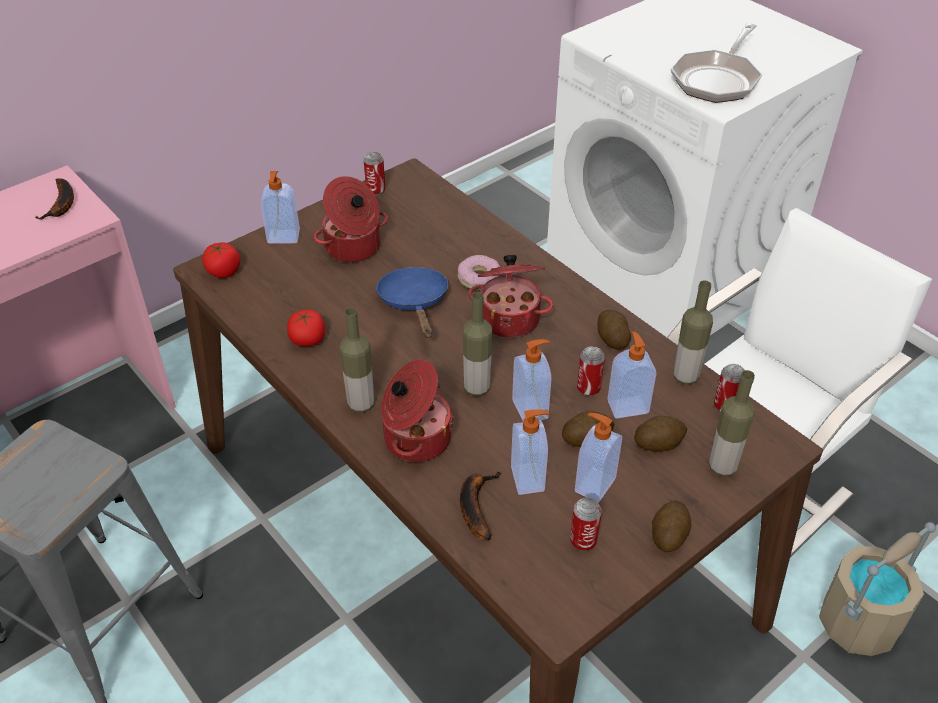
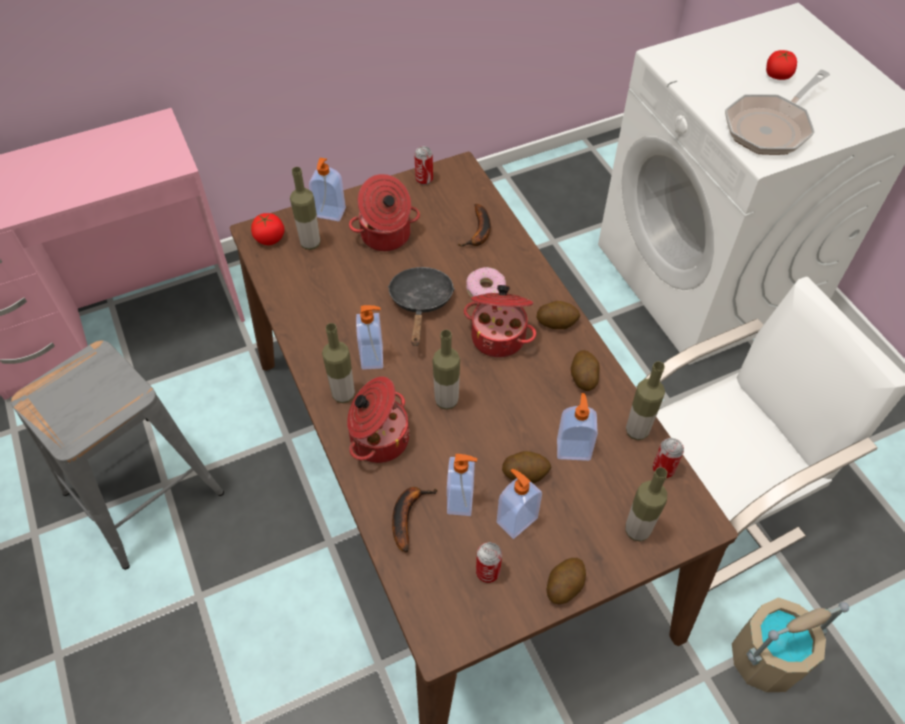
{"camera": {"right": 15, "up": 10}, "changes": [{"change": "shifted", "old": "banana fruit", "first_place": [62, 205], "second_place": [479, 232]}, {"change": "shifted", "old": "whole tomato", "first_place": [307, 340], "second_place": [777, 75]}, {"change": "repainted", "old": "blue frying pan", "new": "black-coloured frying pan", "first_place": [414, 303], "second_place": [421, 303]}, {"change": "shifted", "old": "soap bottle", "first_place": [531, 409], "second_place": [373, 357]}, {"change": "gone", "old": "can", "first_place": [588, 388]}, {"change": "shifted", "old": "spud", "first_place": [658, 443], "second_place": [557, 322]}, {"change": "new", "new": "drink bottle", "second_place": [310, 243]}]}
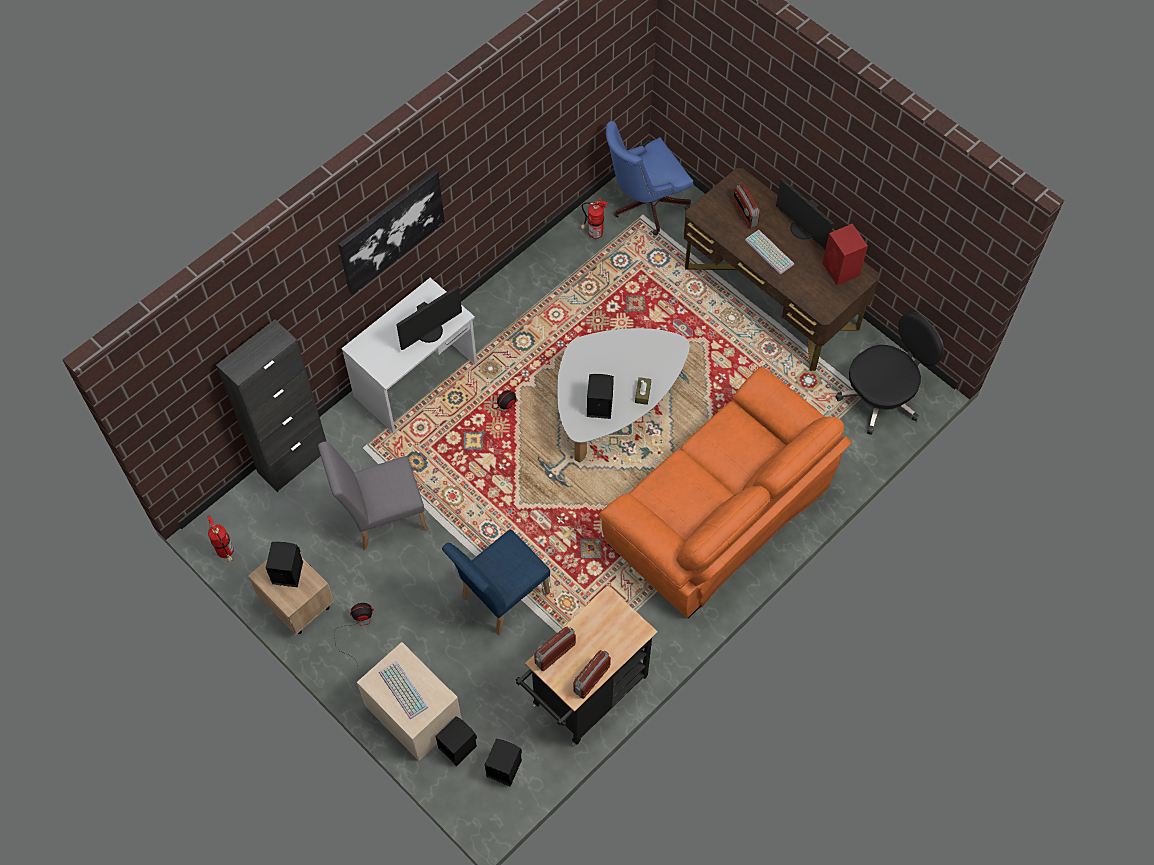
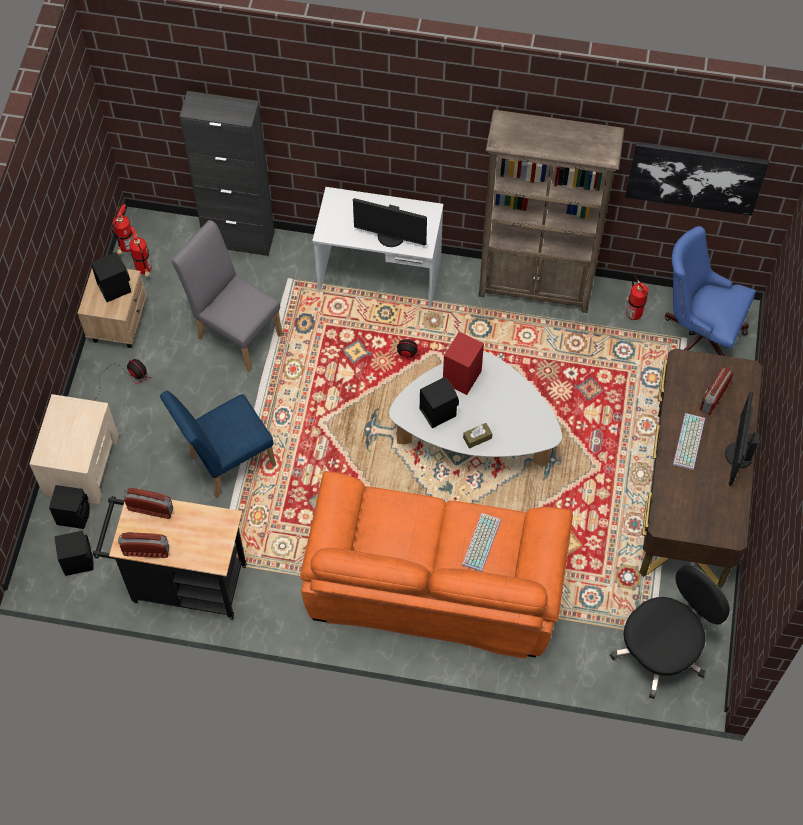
{"camera": {"right": 55, "up": 0}, "changes": [{"change": "shifted", "old": "wall picture", "first_place": [391, 231], "second_place": [695, 177]}, {"change": "shifted", "old": "computer keyboard", "first_place": [402, 689], "second_place": [480, 541]}, {"change": "rotated", "old": "blue upright chair", "first_place": [500, 598], "second_place": [226, 463], "degrees": -45}, {"change": "shifted", "old": "red-coloured loudspeaker", "first_place": [841, 270], "second_place": [461, 378]}, {"change": "rotated", "old": "black-coloured office chair", "first_place": [881, 397], "second_place": [661, 650], "degrees": -60}, {"change": "new", "new": "fire-fighting cylinder", "second_place": [144, 270]}, {"change": "new", "new": "brownish shelving unit", "second_place": [536, 287]}]}
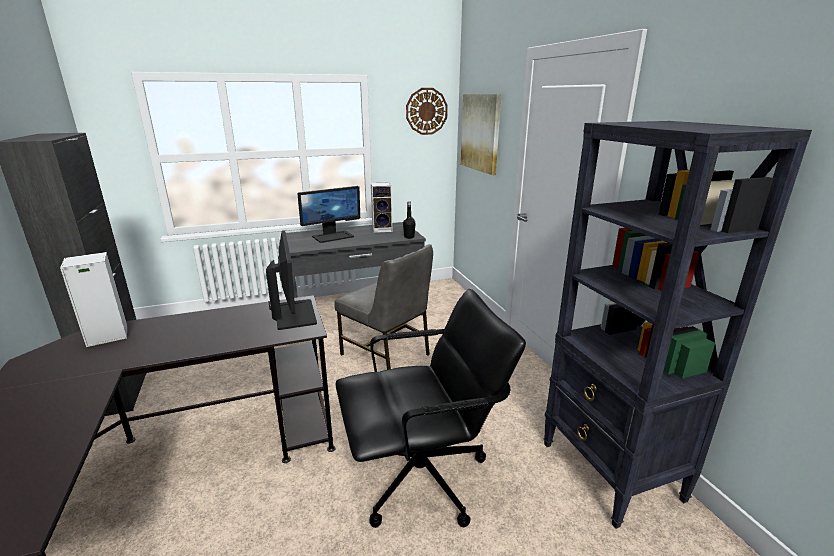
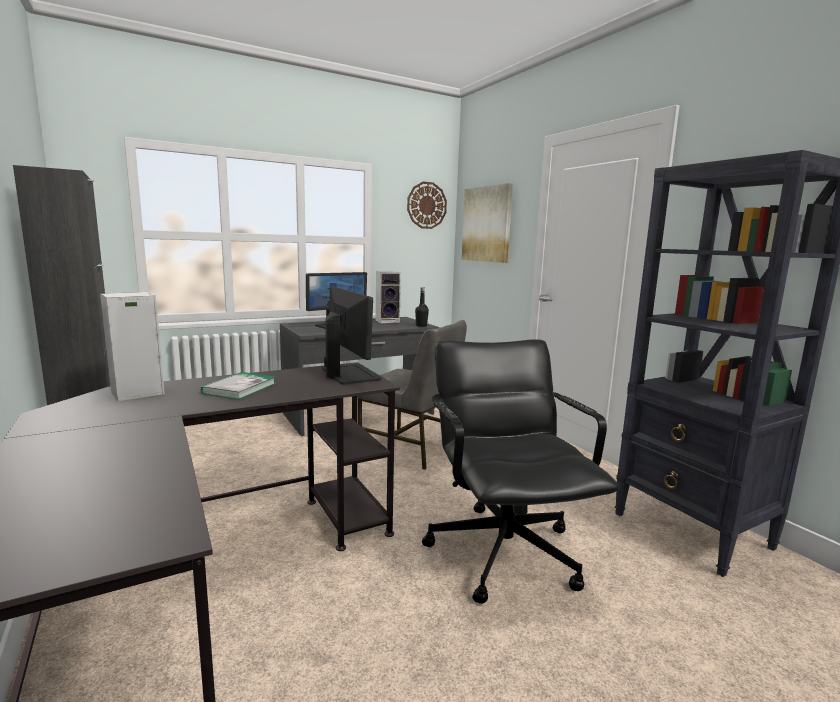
{"camera": {"right": -10, "up": -10}, "changes": [{"change": "rotated", "old": "black-coloured office chair", "first_place": [422, 477], "second_place": [504, 551], "degrees": -75}, {"change": "new", "new": "bound book", "second_place": [240, 388]}]}
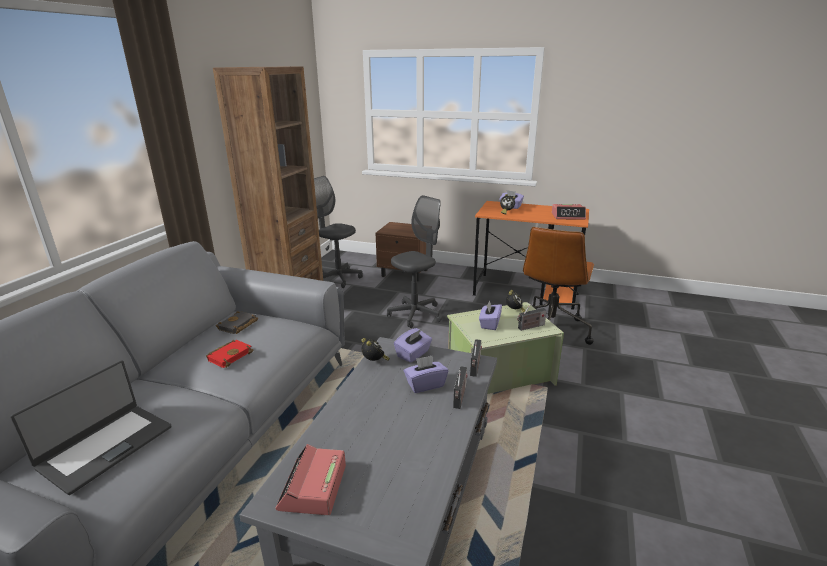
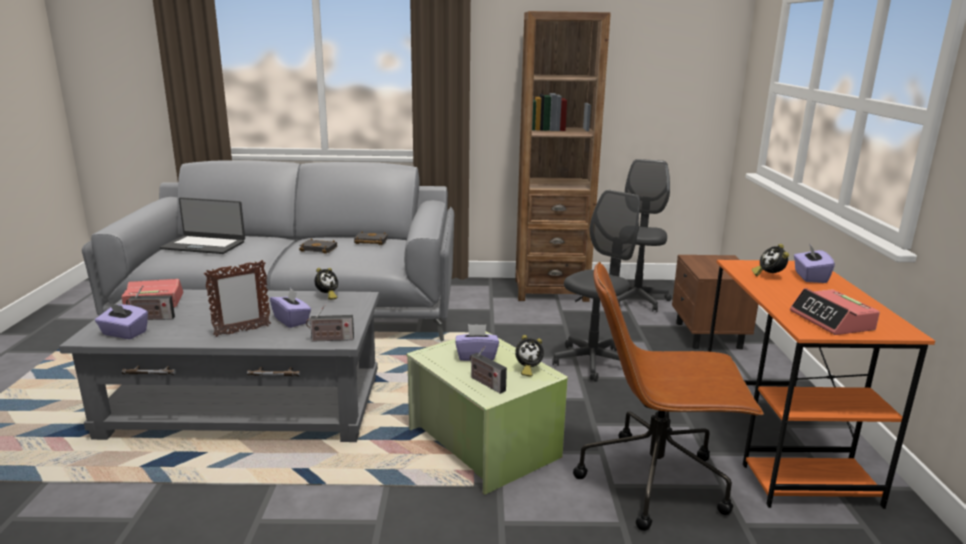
{"camera": {"right": 70, "up": -5}, "changes": [{"change": "repainted", "old": "red-coloured bound book", "new": "black-coloured bound book", "first_place": [230, 355], "second_place": [320, 249]}, {"change": "rotated", "old": "greyish office chair", "first_place": [415, 314], "second_place": [592, 362], "degrees": -75}, {"change": "shifted", "old": "purplish tissue holder", "first_place": [413, 354], "second_place": [124, 333]}, {"change": "shifted", "old": "radio receiver", "first_place": [460, 397], "second_place": [151, 318]}, {"change": "new", "new": "photo frame", "second_place": [242, 331]}]}
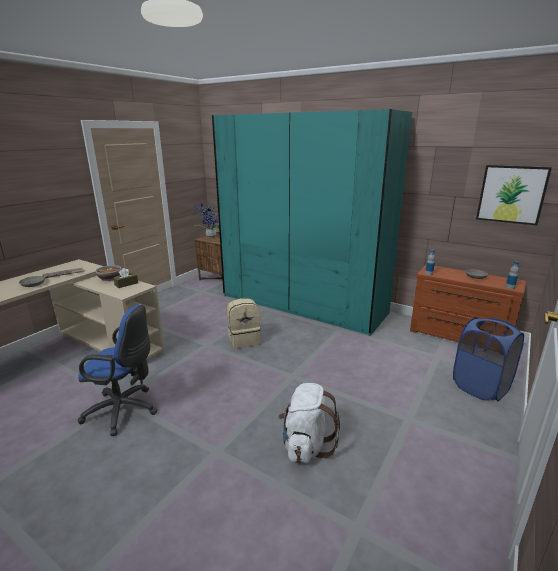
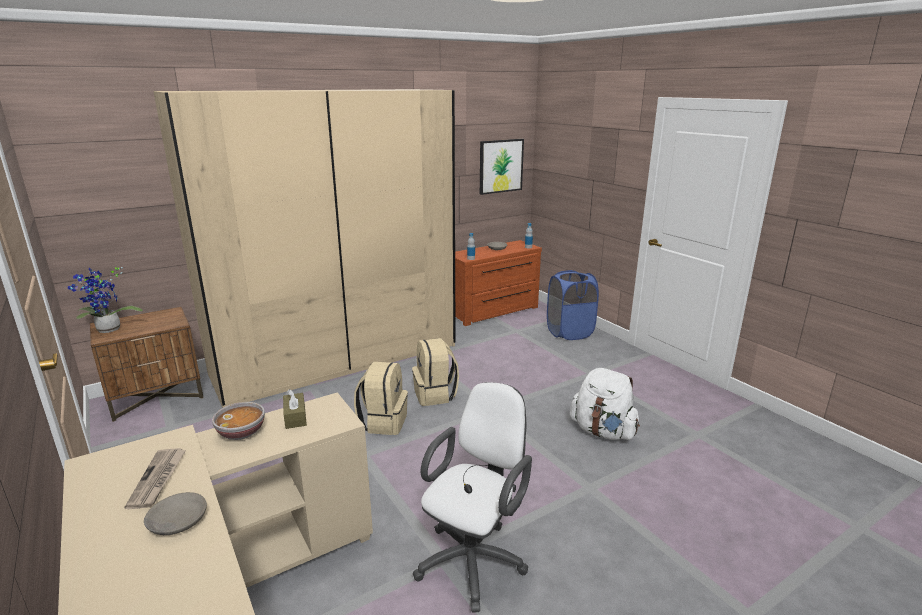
{"camera": {"right": -65, "up": 0}, "changes": [{"change": "repainted", "old": "blue office chair", "new": "whitish office chair", "first_place": [125, 411], "second_place": [474, 558]}, {"change": "repainted", "old": "turquoise armoire", "new": "beige armoire", "first_place": [302, 304], "second_place": [338, 359]}, {"change": "new", "new": "beige rucksack", "second_place": [435, 395]}]}
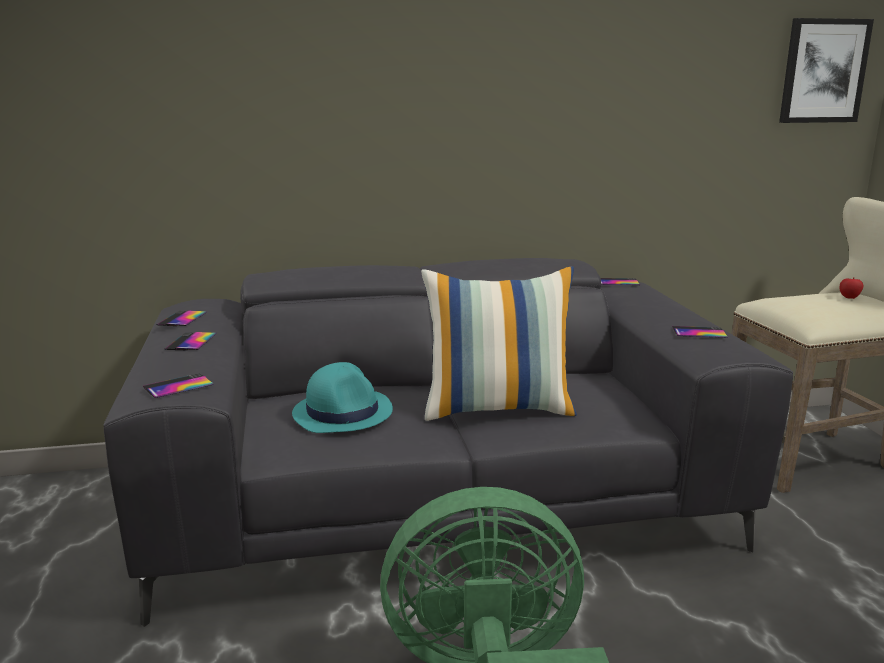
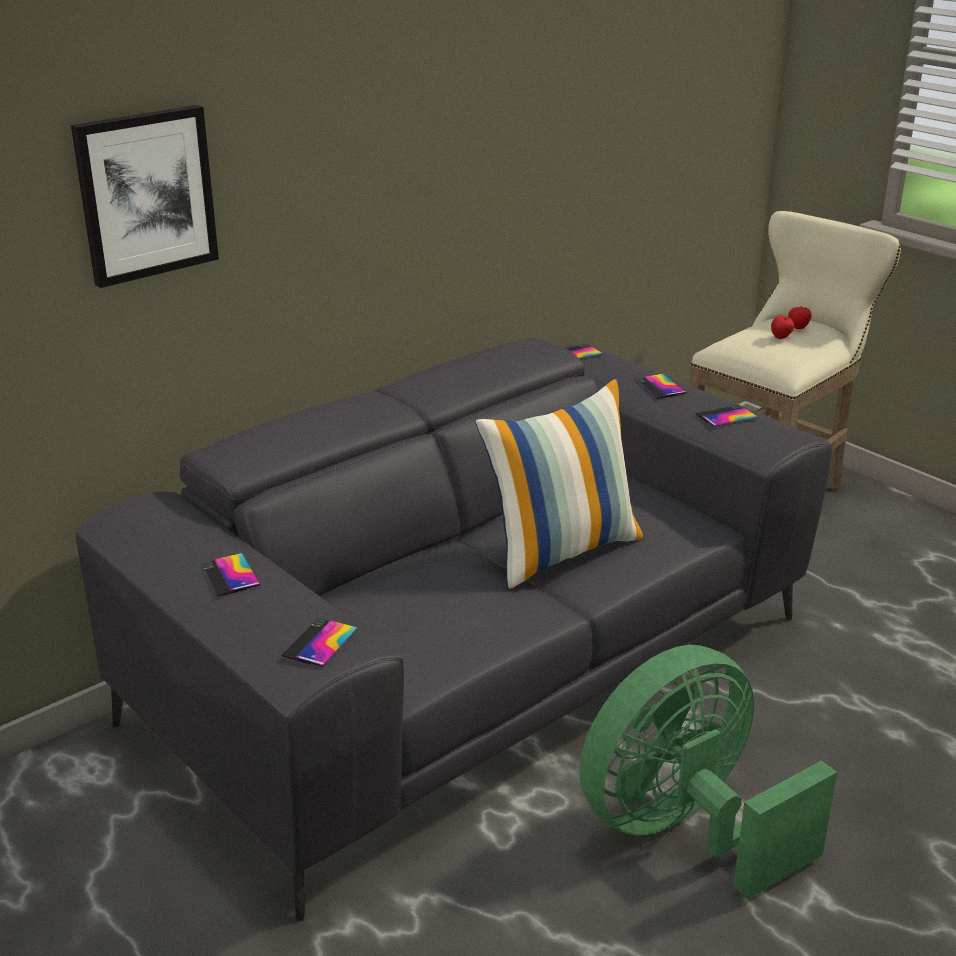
{"camera": {"right": -30, "up": 10}, "changes": [{"change": "shifted", "old": "phone", "first_place": [182, 319], "second_place": [660, 386]}, {"change": "gone", "old": "turquoise wearable hat", "first_place": [343, 412]}, {"change": "shifted", "old": "wall picture", "first_place": [823, 71], "second_place": [146, 194]}, {"change": "new", "new": "apple fruit", "second_place": [781, 338]}]}
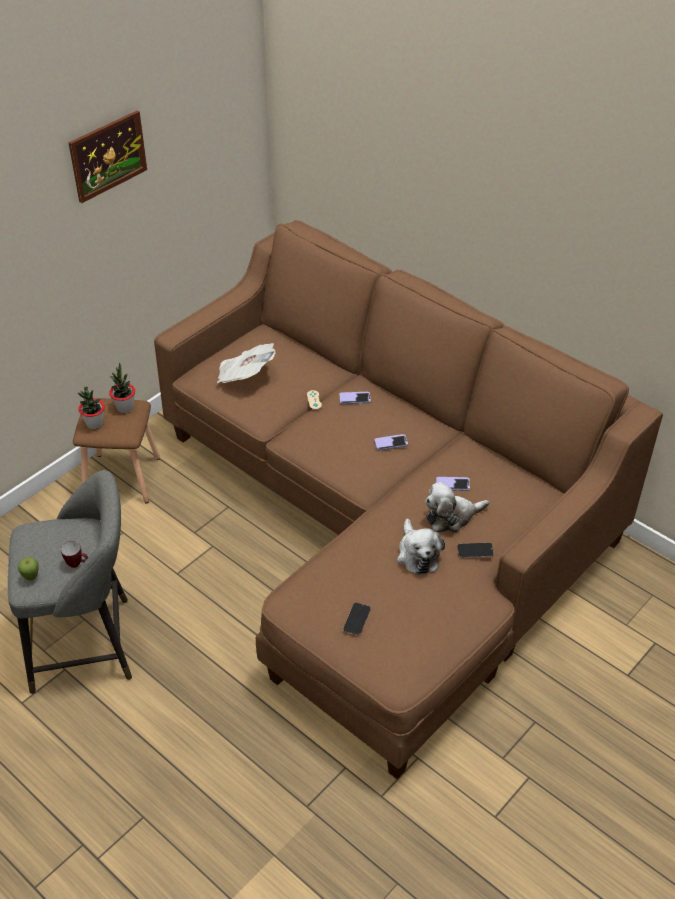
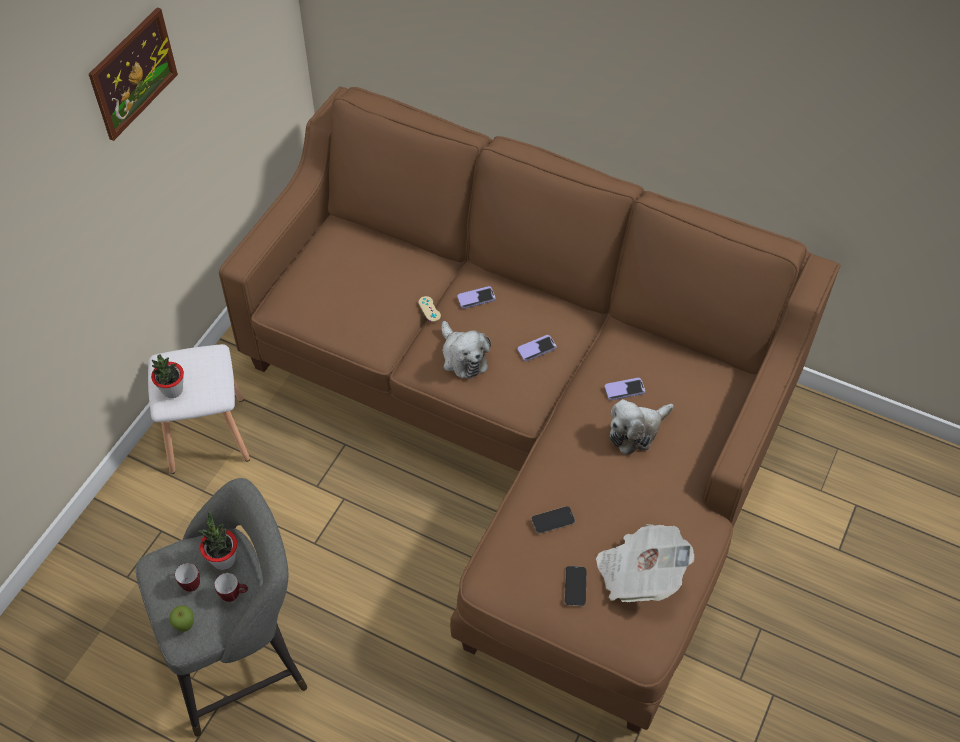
{"camera": {"right": -15, "up": 10}, "changes": [{"change": "repainted", "old": "brownish stool seat", "new": "whitish stool seat", "first_place": [121, 477], "second_place": [206, 433]}, {"change": "shifted", "old": "plant in a pot", "first_place": [125, 408], "second_place": [223, 559]}, {"change": "shifted", "old": "newspaper", "first_place": [245, 376], "second_place": [640, 574]}, {"change": "shifted", "old": "soft toy", "first_place": [417, 554], "second_place": [463, 357]}, {"change": "shifted", "old": "phone", "first_place": [475, 551], "second_place": [553, 520]}, {"change": "new", "new": "tea mug", "second_place": [190, 583]}]}
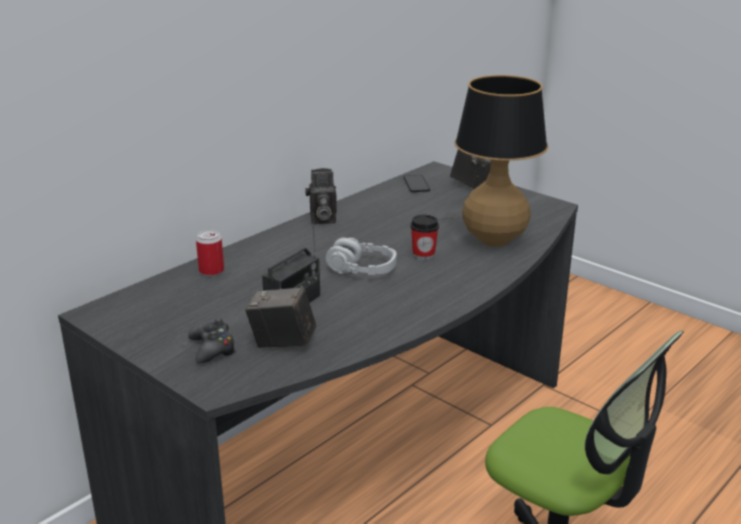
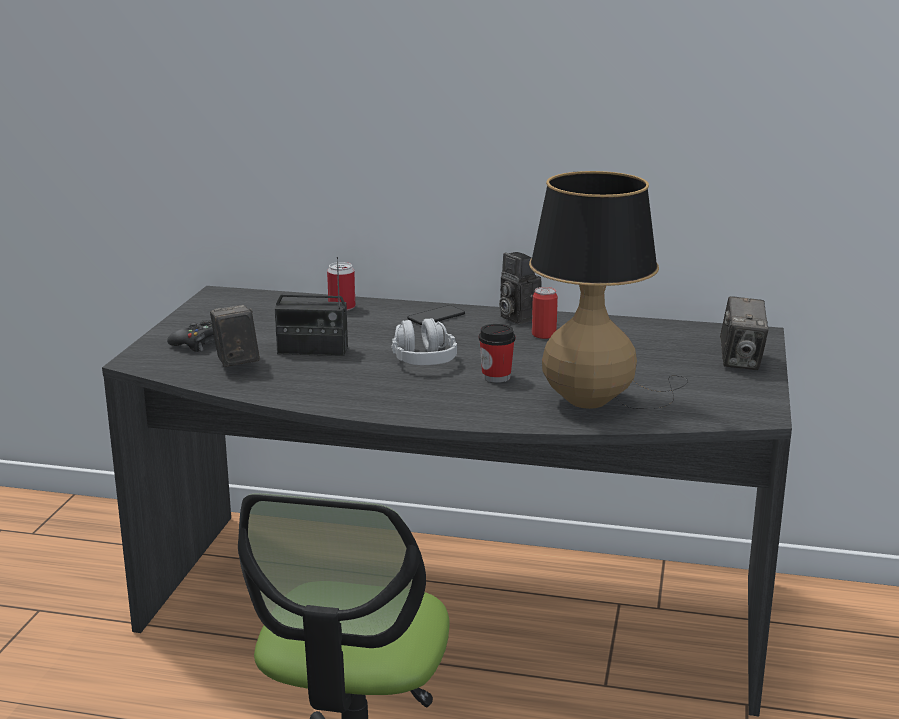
{"camera": {"right": 60, "up": -5}, "changes": [{"change": "shifted", "old": "phone", "first_place": [416, 184], "second_place": [436, 317]}, {"change": "new", "new": "can", "second_place": [544, 334]}]}
